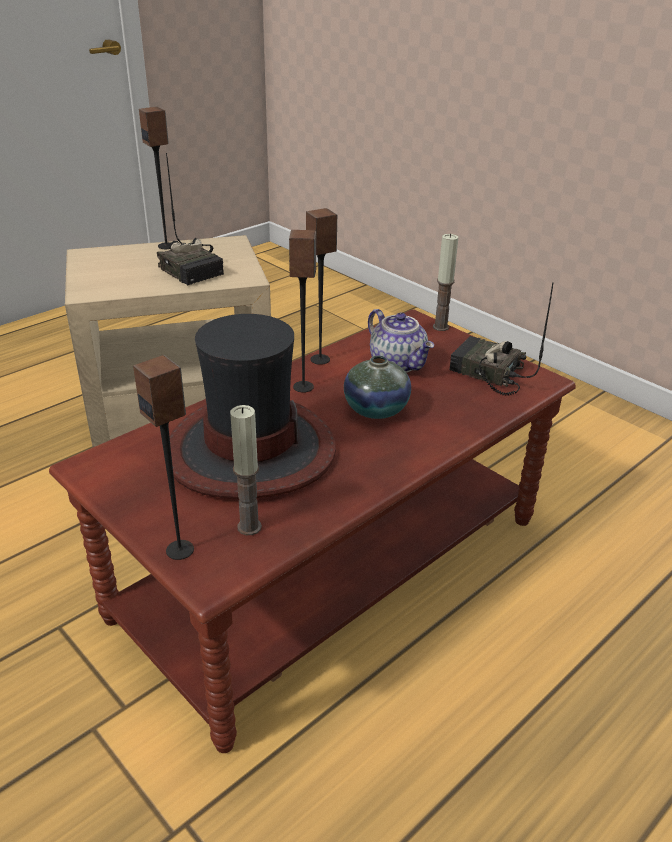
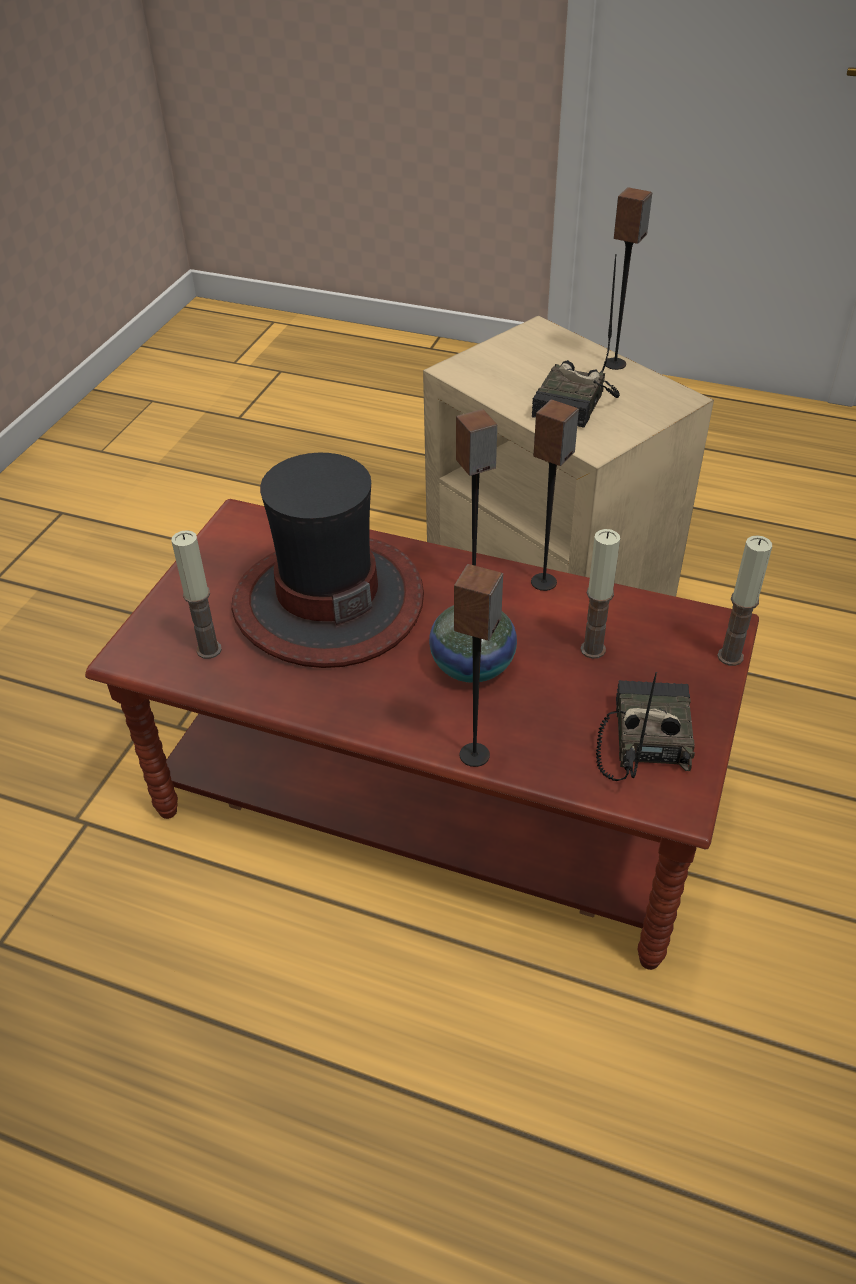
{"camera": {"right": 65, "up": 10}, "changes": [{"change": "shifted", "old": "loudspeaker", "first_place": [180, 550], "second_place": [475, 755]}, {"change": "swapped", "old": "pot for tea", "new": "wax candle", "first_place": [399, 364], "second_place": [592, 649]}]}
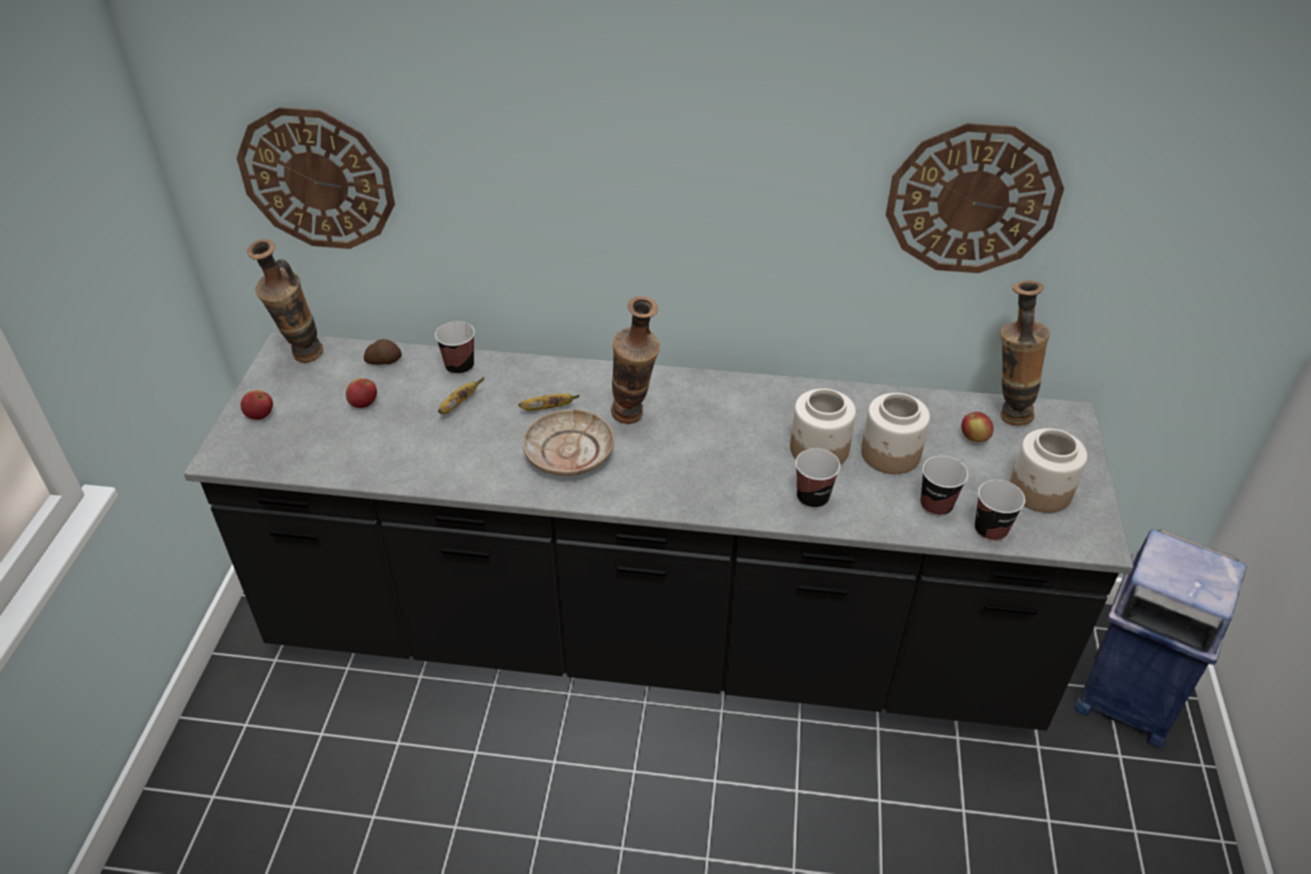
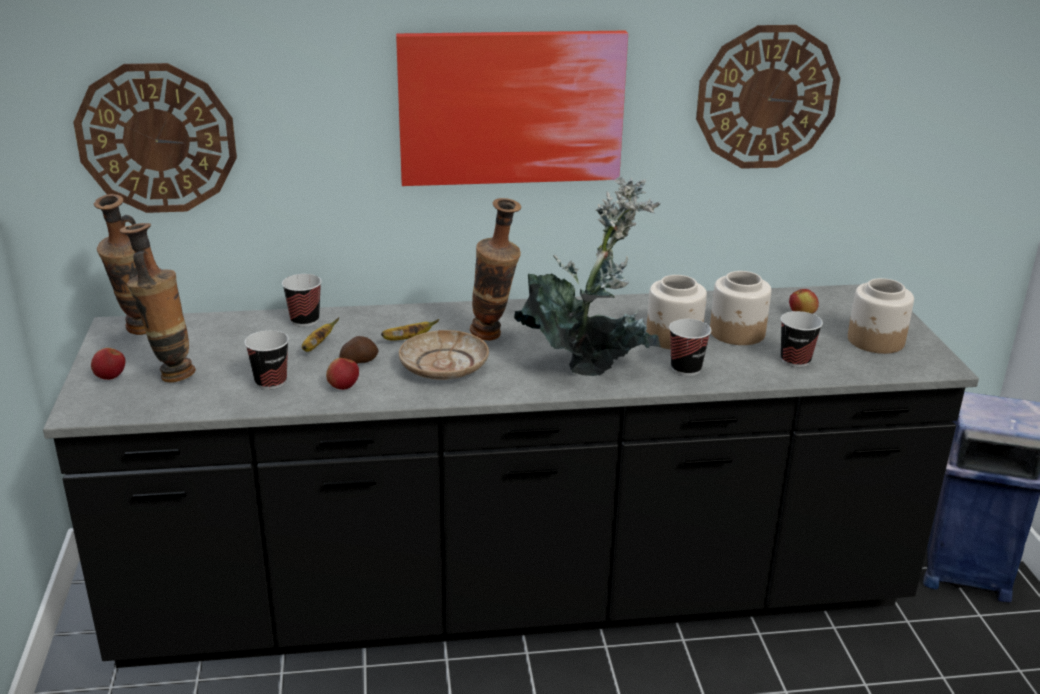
{"camera": {"right": -15, "up": -15}, "changes": [{"change": "shifted", "old": "apple fruit", "first_place": [364, 404], "second_place": [343, 387]}, {"change": "shifted", "old": "spud", "first_place": [383, 361], "second_place": [358, 361]}, {"change": "shifted", "old": "small cup", "first_place": [990, 530], "second_place": [271, 382]}, {"change": "shifted", "old": "vase", "first_place": [1006, 412], "second_place": [169, 374]}, {"change": "new", "new": "wall picture", "second_place": [511, 107]}, {"change": "new", "new": "plant in a pot", "second_place": [589, 364]}]}
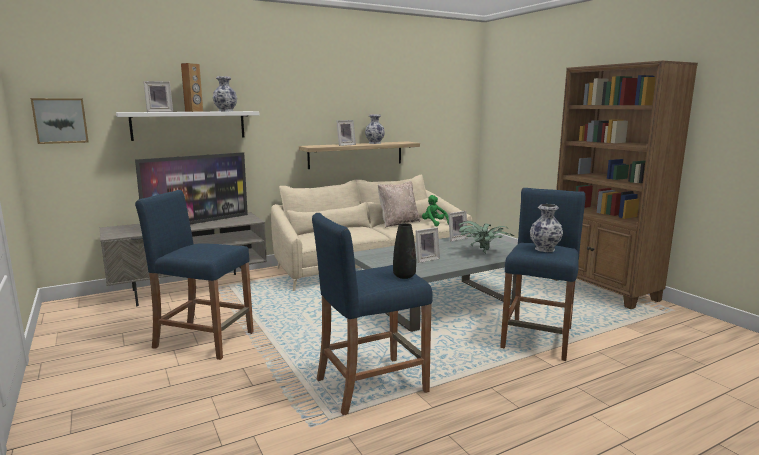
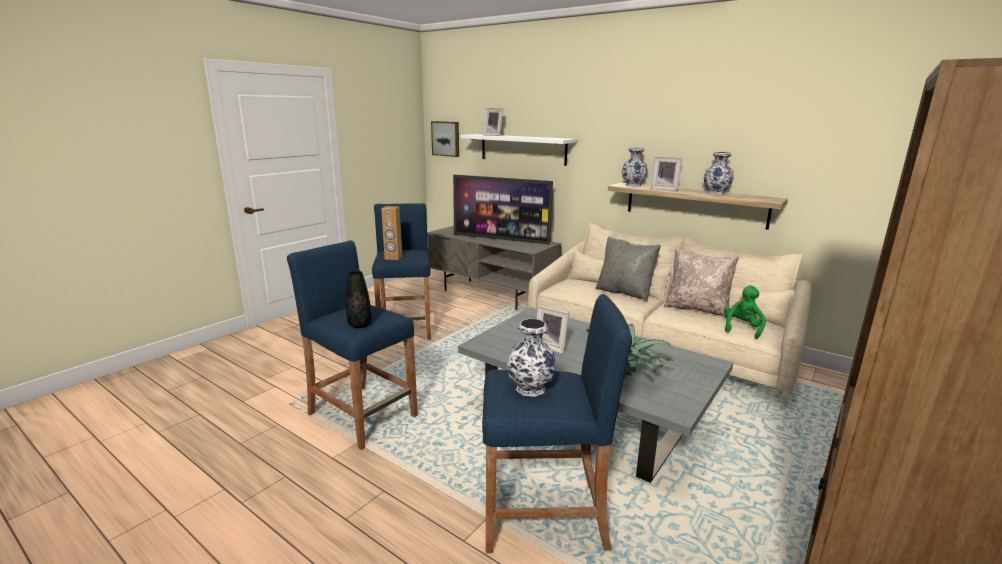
{"camera": {"right": 65, "up": 5}, "changes": [{"change": "shifted", "old": "brownish loudspeaker", "first_place": [194, 111], "second_place": [393, 257]}, {"change": "shifted", "old": "vase", "first_place": [226, 111], "second_place": [632, 185]}, {"change": "gone", "old": "photo frame", "first_place": [456, 238]}, {"change": "new", "new": "greyish pillow", "second_place": [625, 292]}]}
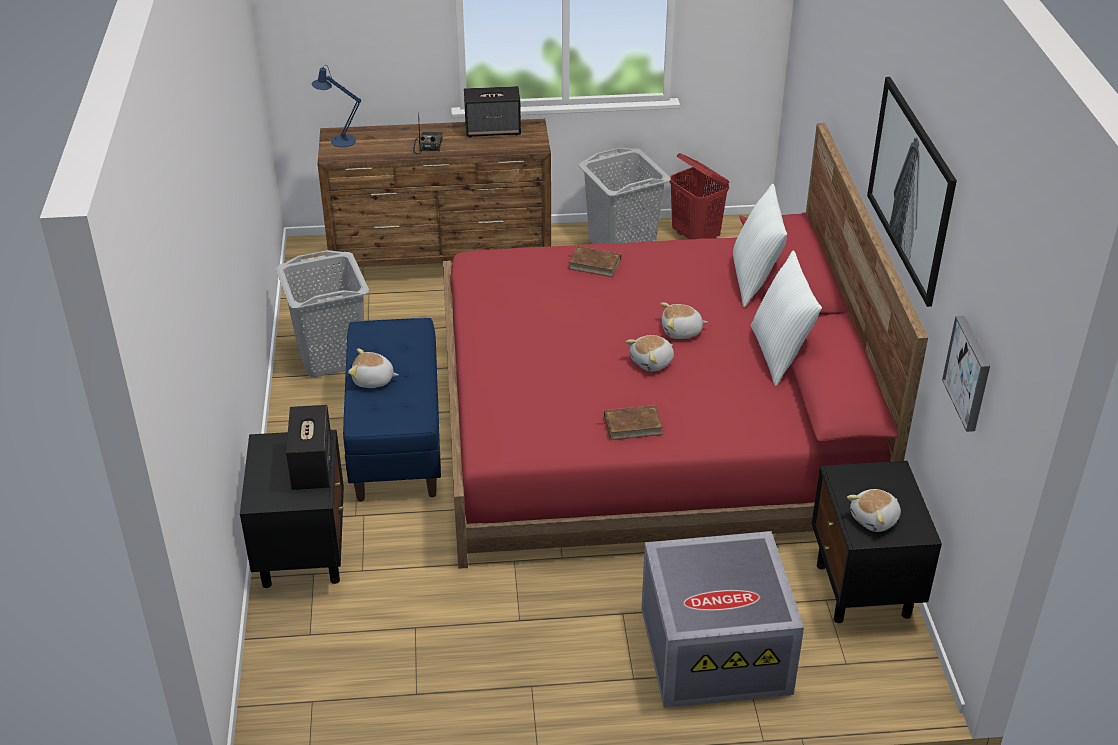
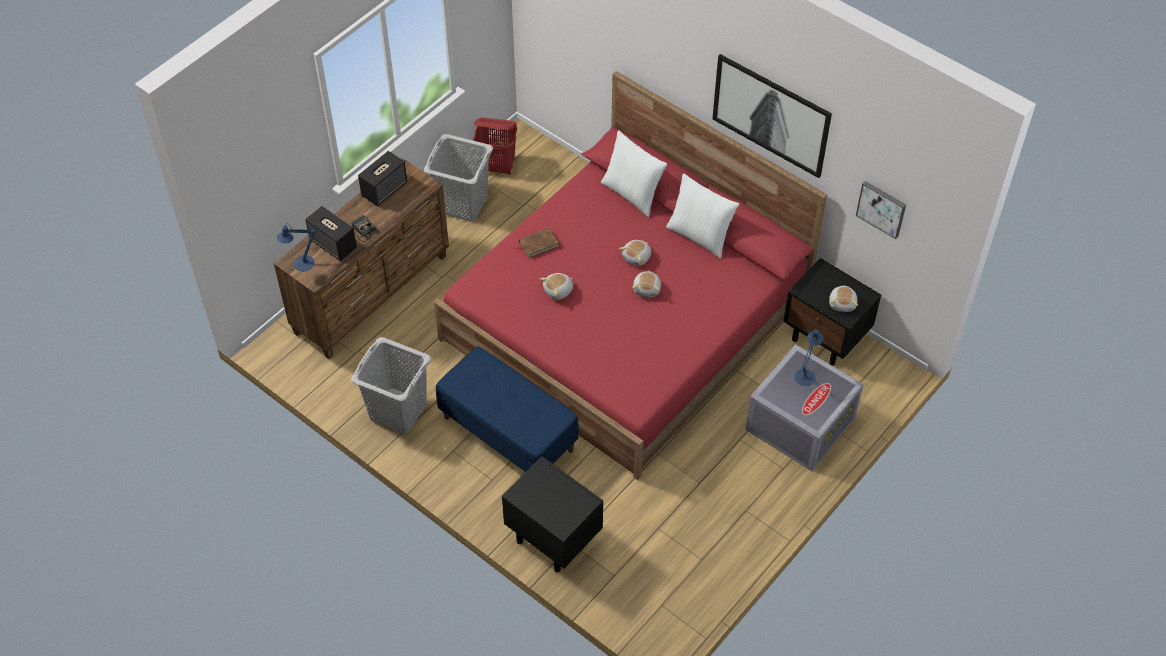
{"camera": {"right": -45, "up": 15}, "changes": [{"change": "shifted", "old": "loudspeaker", "first_place": [312, 468], "second_place": [334, 244]}, {"change": "shifted", "old": "soft toy", "first_place": [373, 380], "second_place": [558, 291]}, {"change": "gone", "old": "brownish bound book", "first_place": [632, 425]}, {"change": "new", "new": "blue lamp for a table", "second_place": [806, 374]}]}
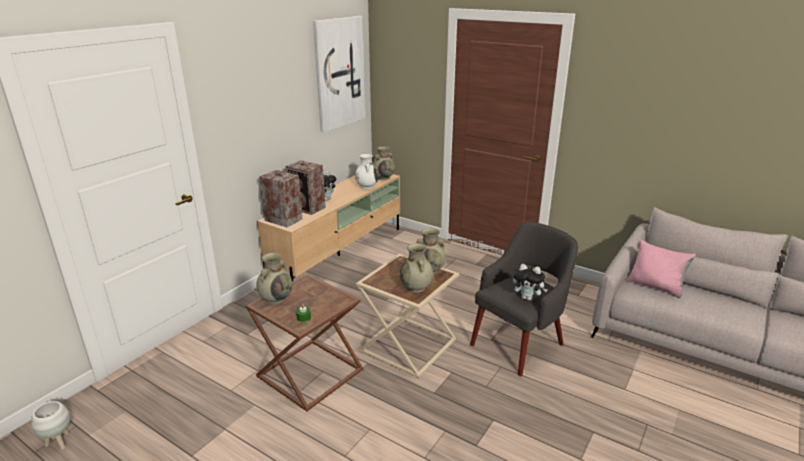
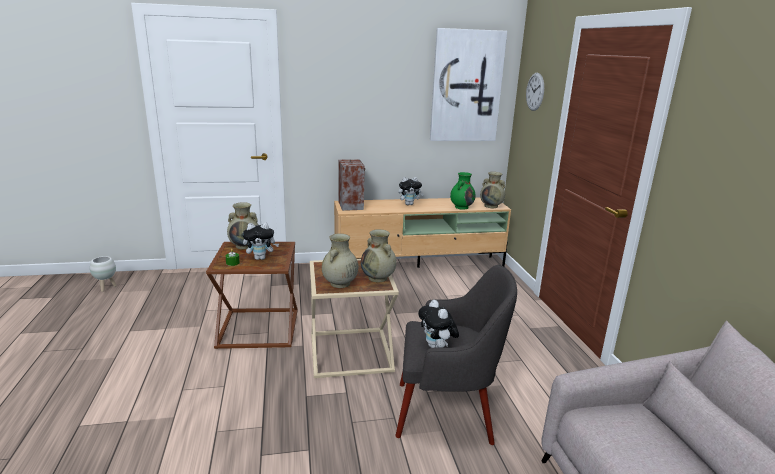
{"camera": {"right": 45, "up": -5}, "changes": [{"change": "gone", "old": "loudspeaker", "first_place": [308, 208]}, {"change": "repainted", "old": "whitish vase", "new": "green-coloured vase", "first_place": [367, 186], "second_place": [461, 207]}, {"change": "gone", "old": "pink pillow", "first_place": [656, 286]}, {"change": "new", "new": "soft toy", "second_place": [261, 258]}, {"change": "new", "new": "wall clock", "second_place": [535, 91]}]}
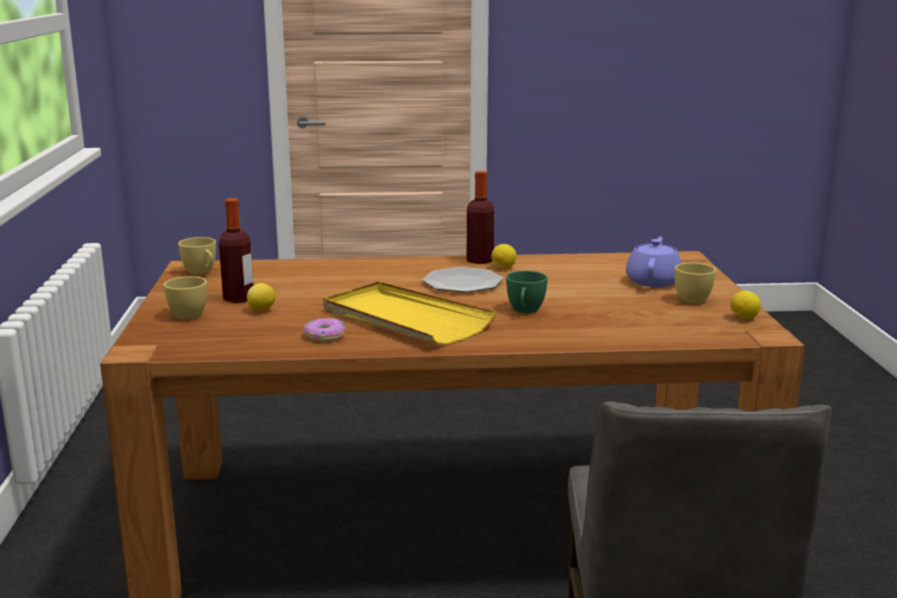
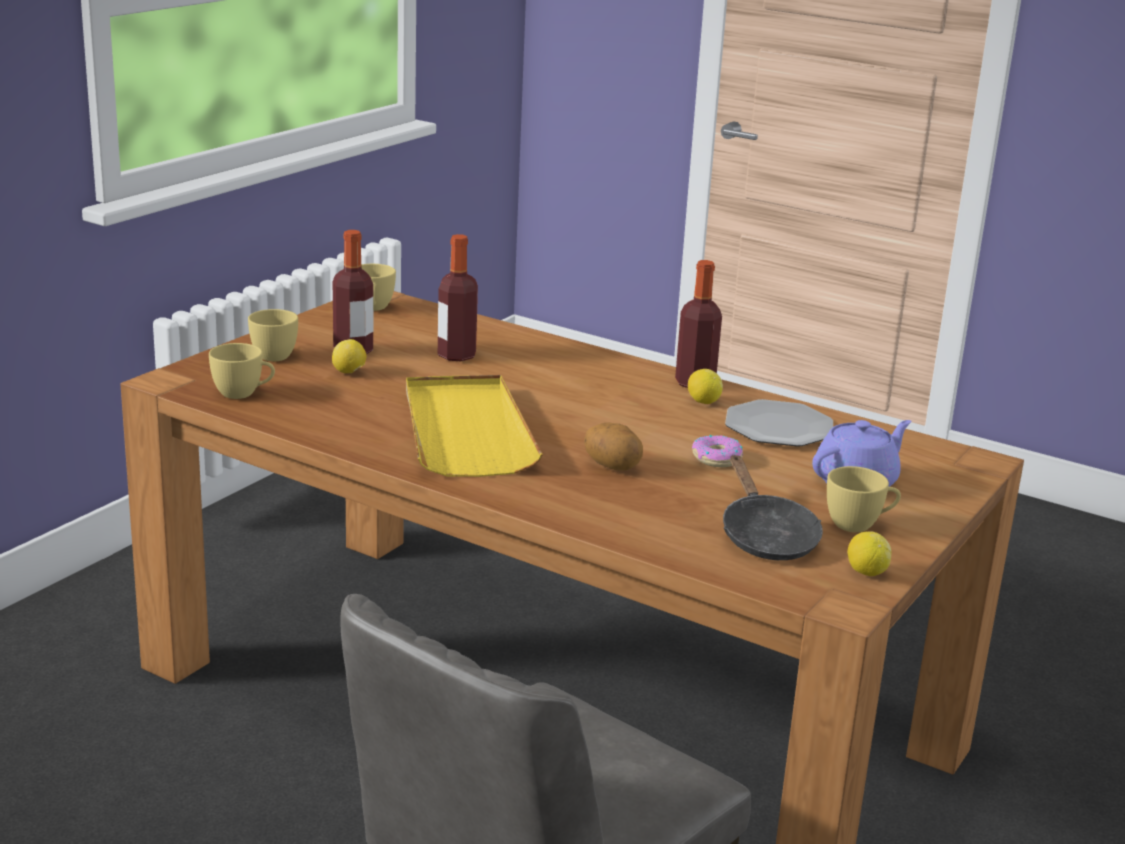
{"camera": {"right": 35, "up": 5}, "changes": [{"change": "shifted", "old": "ring doughnut", "first_place": [325, 336], "second_place": [716, 458]}, {"change": "shifted", "old": "flat dish", "first_place": [462, 283], "second_place": [778, 427]}, {"change": "swapped", "old": "green-coloured small cup", "new": "spud", "first_place": [525, 311], "second_place": [612, 466]}, {"change": "new", "new": "yellow small cup", "second_place": [243, 394]}, {"change": "new", "new": "drink bottle", "second_place": [456, 355]}, {"change": "new", "new": "black-coloured frying pan", "second_place": [765, 536]}]}
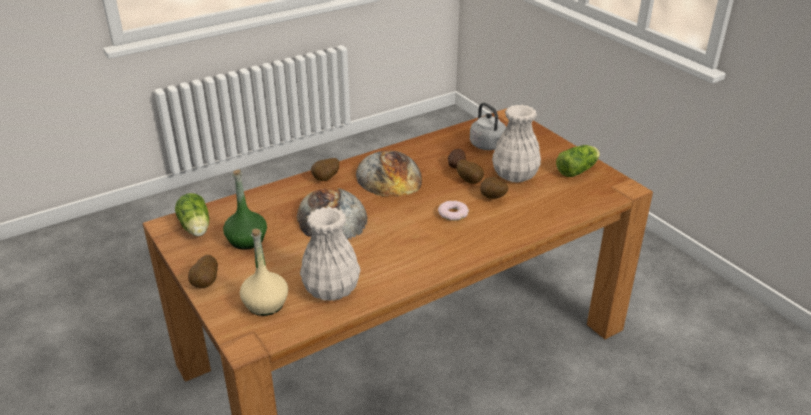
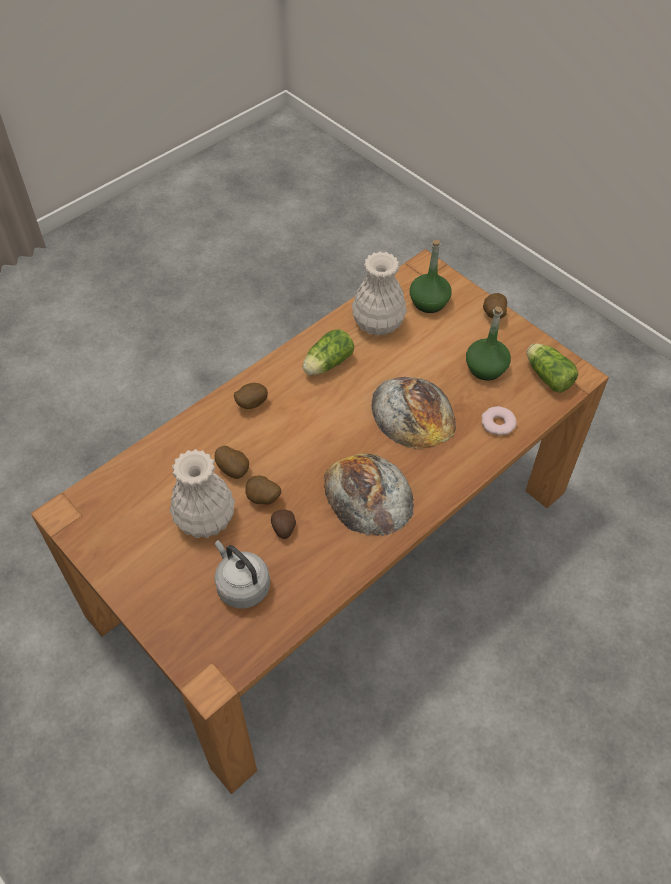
{"camera": {"right": 170, "up": 20}, "changes": [{"change": "repainted", "old": "beige drink bottle", "new": "green-coloured drink bottle", "first_place": [266, 304], "second_place": [429, 302]}, {"change": "shifted", "old": "spud", "first_place": [326, 179], "second_place": [251, 403]}, {"change": "shifted", "old": "ring doughnut", "first_place": [453, 213], "second_place": [498, 423]}, {"change": "shifted", "old": "lettuce", "first_place": [578, 170], "second_place": [326, 364]}]}
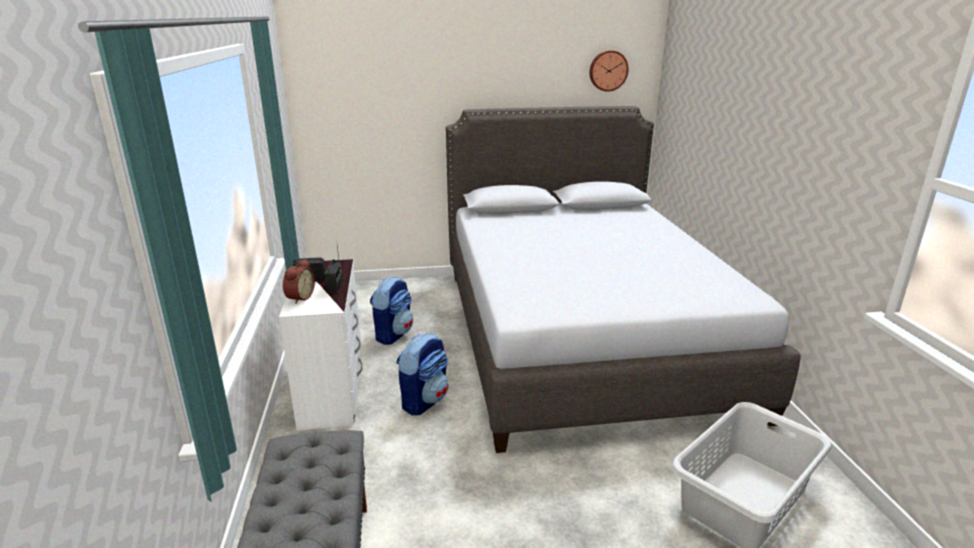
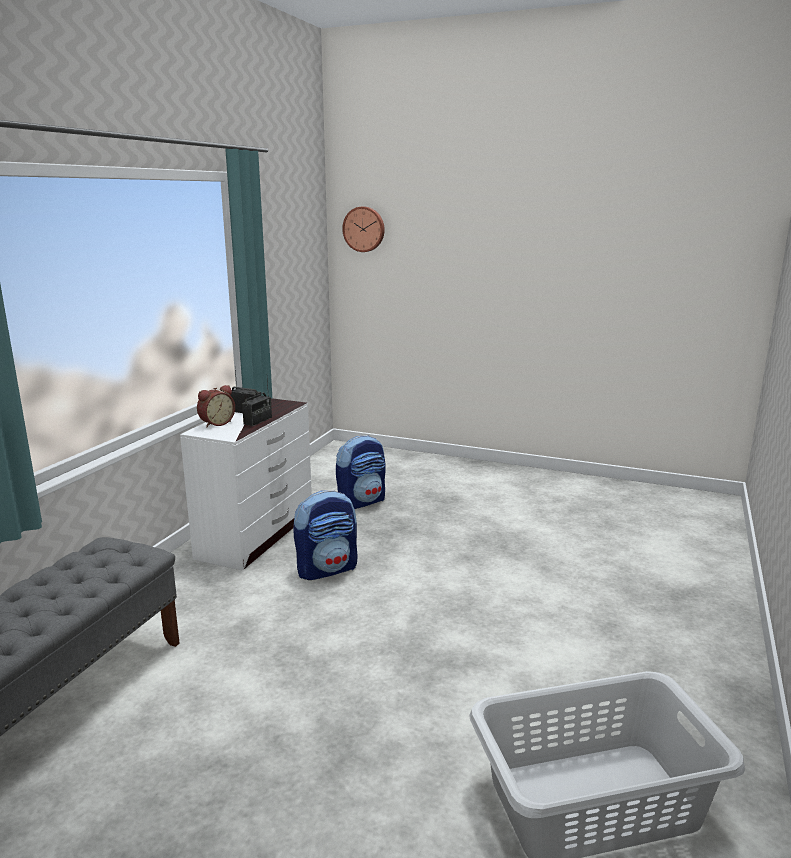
{"camera": {"right": 30, "up": -5}, "changes": [{"change": "gone", "old": "greyish sleeping bed", "first_place": [580, 336]}, {"change": "shifted", "old": "wall clock", "first_place": [608, 70], "second_place": [364, 229]}]}
